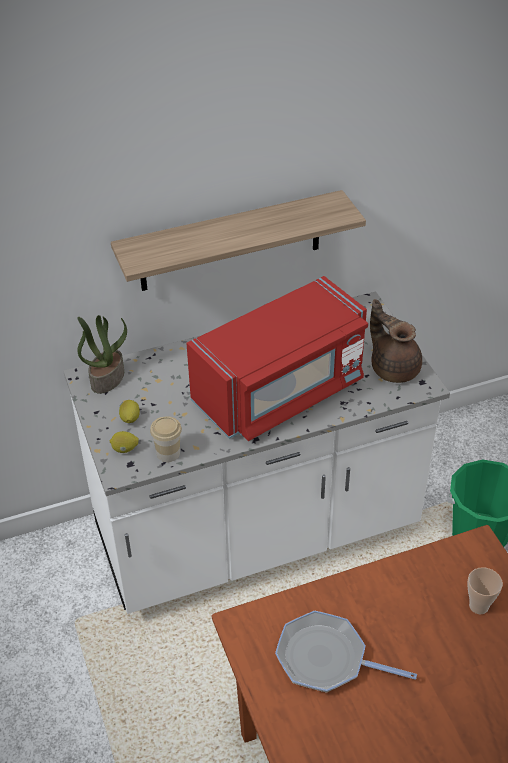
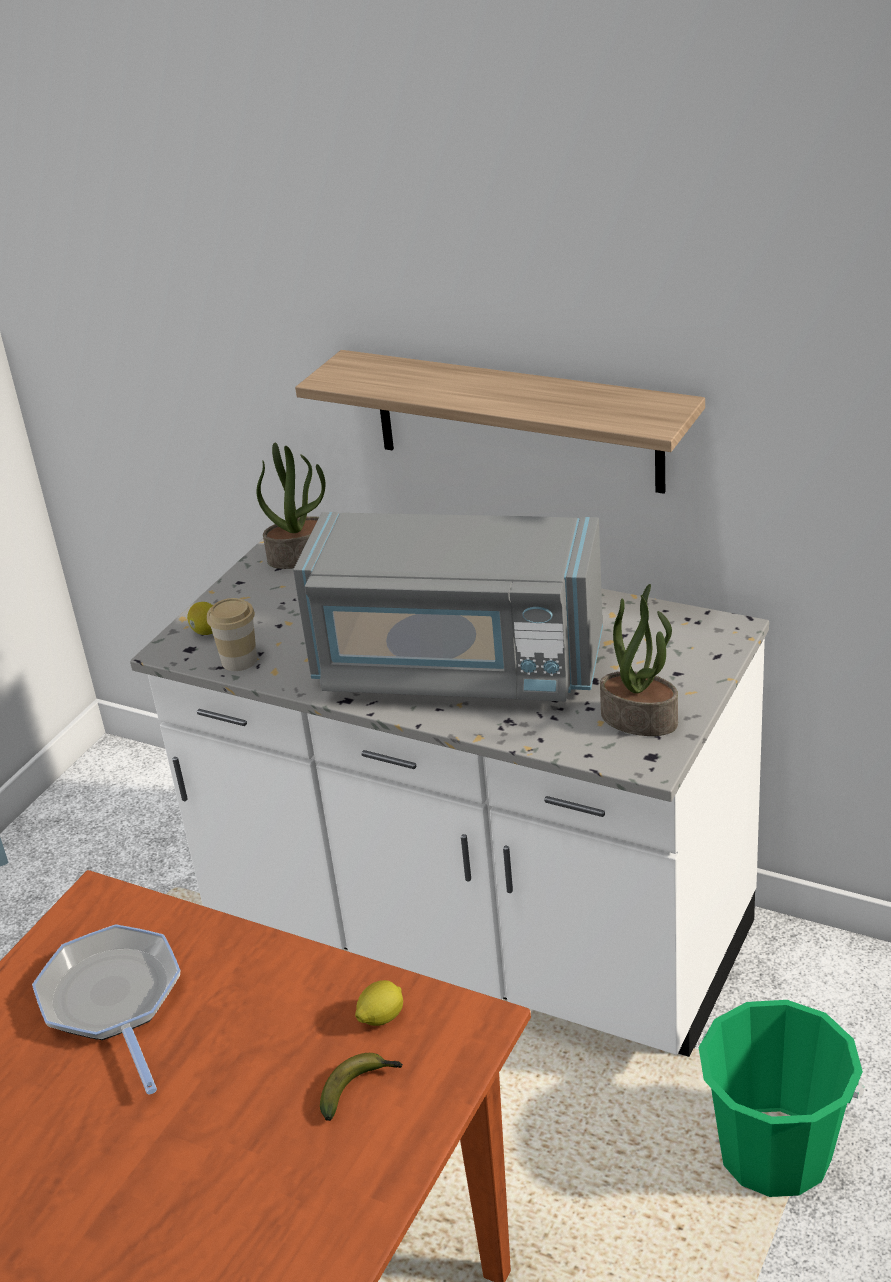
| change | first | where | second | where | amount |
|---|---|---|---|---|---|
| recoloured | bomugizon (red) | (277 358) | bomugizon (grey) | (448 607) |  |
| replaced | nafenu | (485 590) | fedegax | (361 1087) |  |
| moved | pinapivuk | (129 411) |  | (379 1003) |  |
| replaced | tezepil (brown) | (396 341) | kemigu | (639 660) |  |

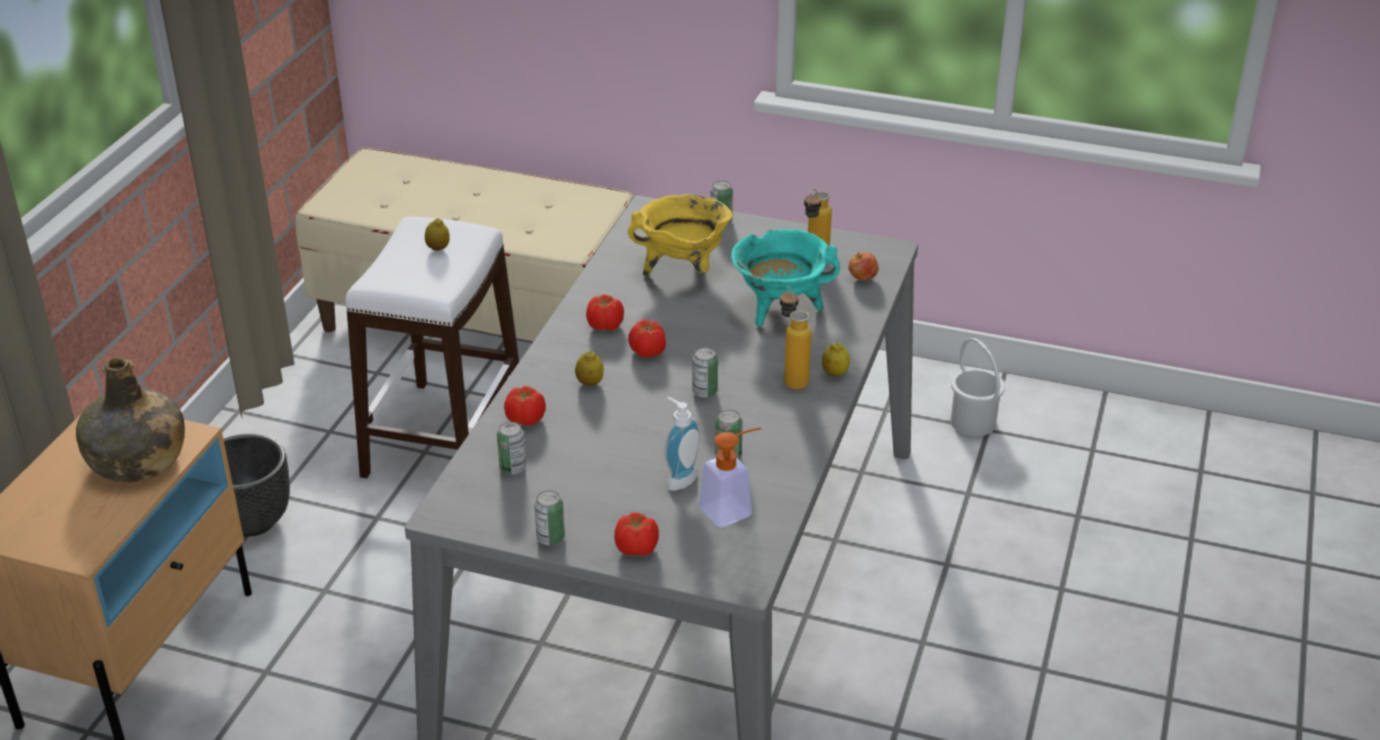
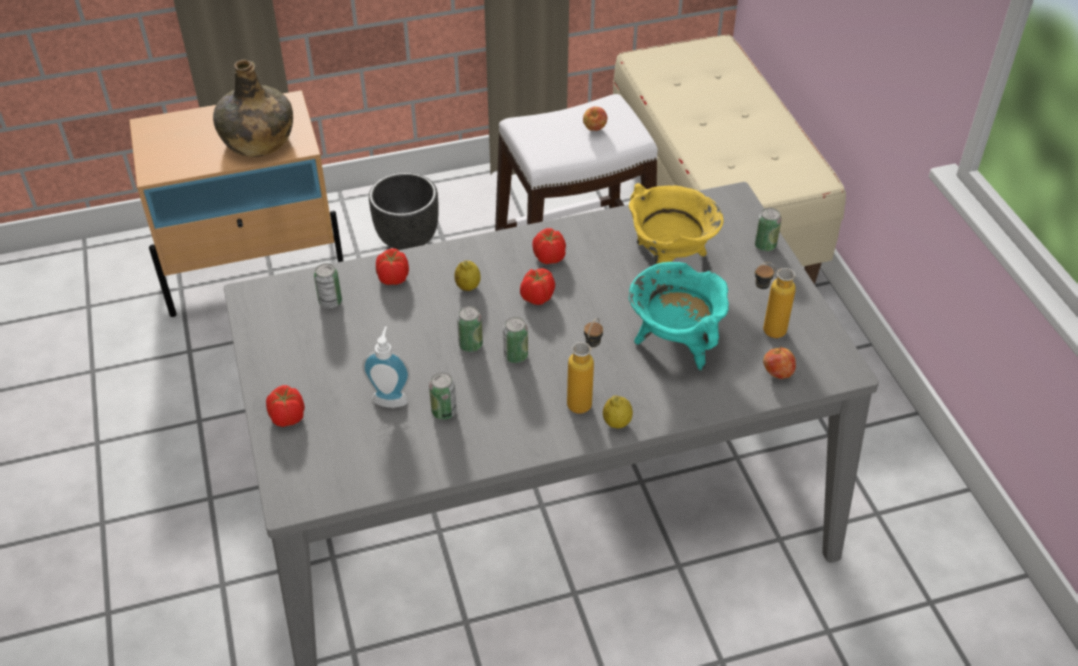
| change | first | where | second | where | amount |
|---|---|---|---|---|---|
| moved | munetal | (549 518) |  | (470 329) |  |
| replaced | pinapivuk | (437 234) | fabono | (595 119) |  |
| removed | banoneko | (730 477) |  |  |  |
| removed | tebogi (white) | (978 387) |  |  |  |

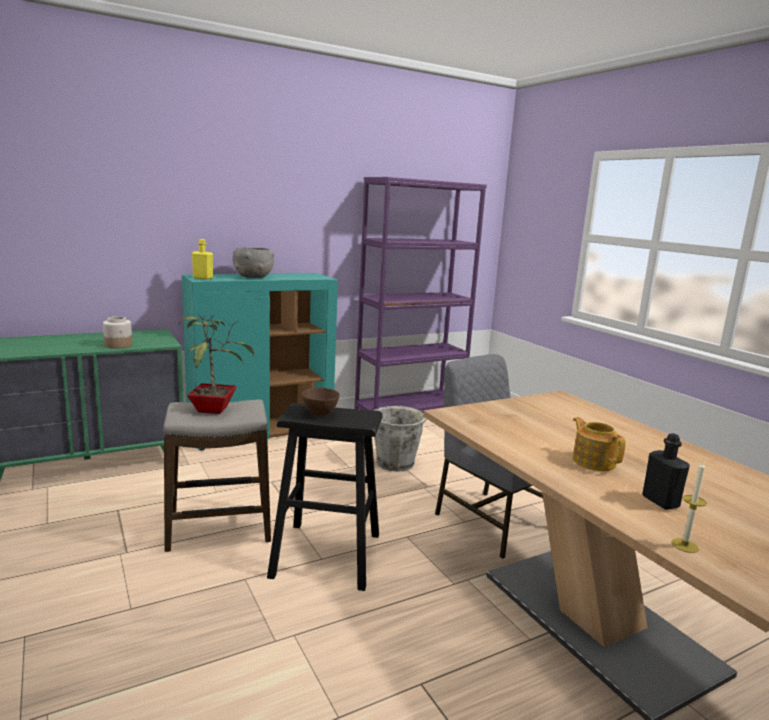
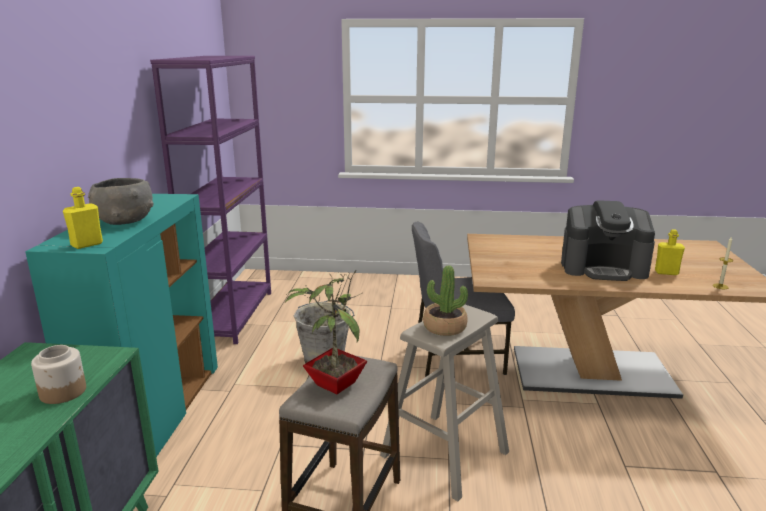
| change | first | where | second | where | amount |
|---|---|---|---|---|---|
| recoloured | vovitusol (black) | (324 497) | vovitusol (beige) | (444 402) |  |
| replaced | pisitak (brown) | (321 402) | kemigu | (445 300) |  |
| replaced | tezepil | (599 444) | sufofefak | (608 240) |  |
| recoloured | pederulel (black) | (666 471) | pederulel (yellow) | (670 252) |  |

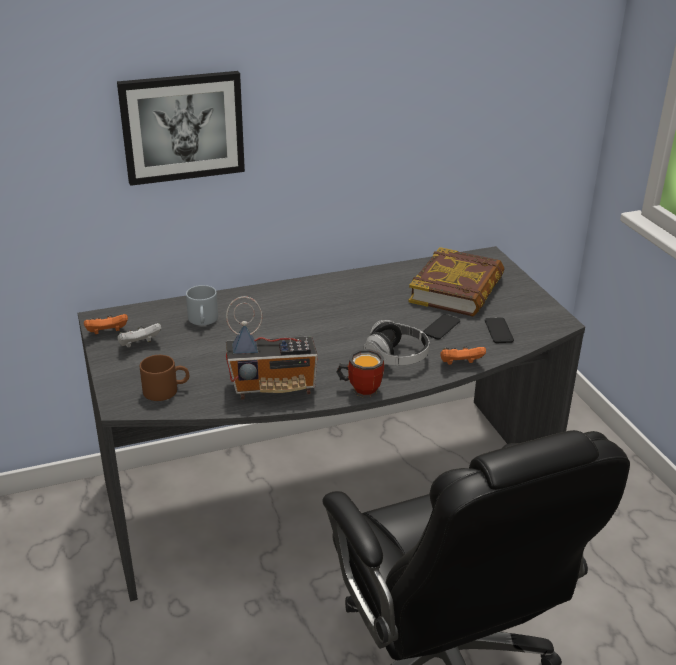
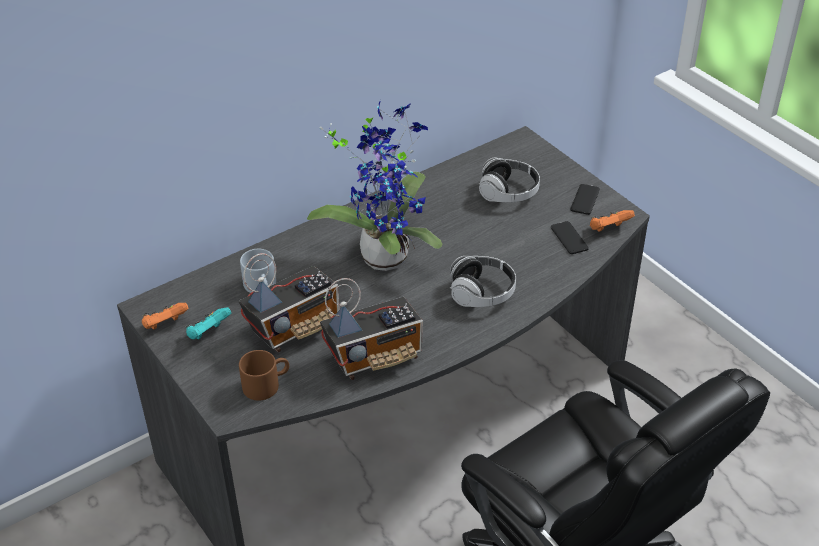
| change | first | where | second | where | amount |
|---|---|---|---|---|---|
| recoloured | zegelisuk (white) | (139 335) | zegelisuk (turquoise) | (208 323) |  |
| added |  |  | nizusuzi | (289 302) |  |
| added |  |  | kemigu | (374 185) |  |
| replaced | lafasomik | (456 282) | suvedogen | (509 179) |  |
| moved | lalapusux | (441 327) |  | (585 199) |  |
| moved | zegelisuk (orange) | (463 355) |  | (612 221) |  |
| removed | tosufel | (181 128) |  |  |  |
| removed | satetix | (360 373) |  |  |  |

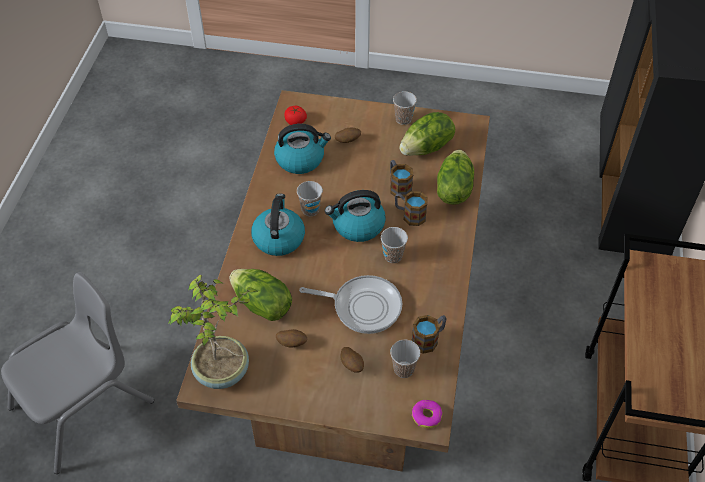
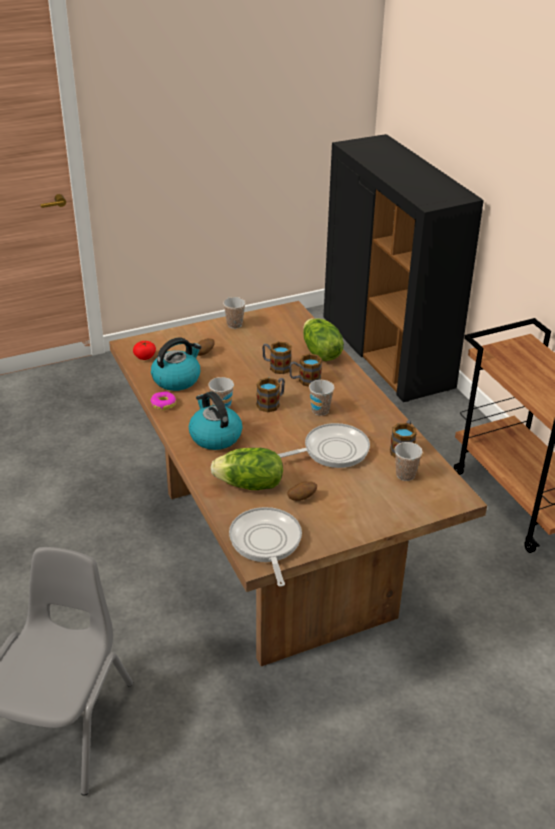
| change | first | where | second | where | amount |
|---|---|---|---|---|---|
| moved | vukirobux | (427 414) |  | (163 400) |  |
| replaced | kemigu | (213 332) | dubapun | (265 547) |  |
| replaced | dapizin | (355 216) | satetix | (270 394) |  |
| removed | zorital | (352 360) |  |  |  |
| removed | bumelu | (427 134) |  |  |  |

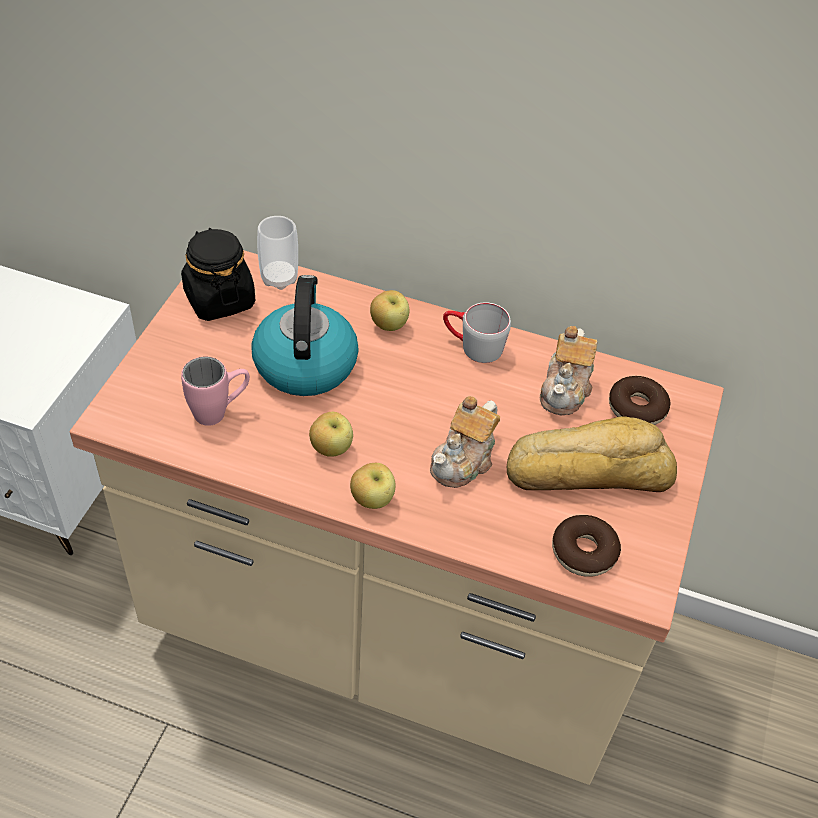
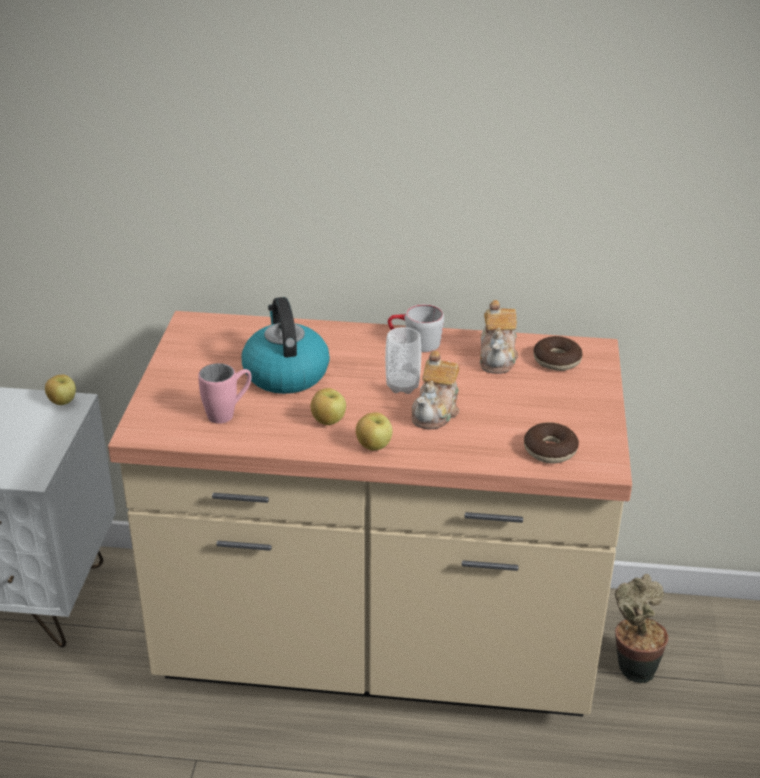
| change | first | where | second | where | amount |
|---|---|---|---|---|---|
| moved | fabono | (389 310) |  | (60 389) |  |
| moved | nafenu | (277 253) |  | (403 360) |  |
| added |  |  | kemigu | (641 629) |  |
| removed | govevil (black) | (218 274) |  |  |  |
| removed | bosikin | (592 454) |  |  |  |

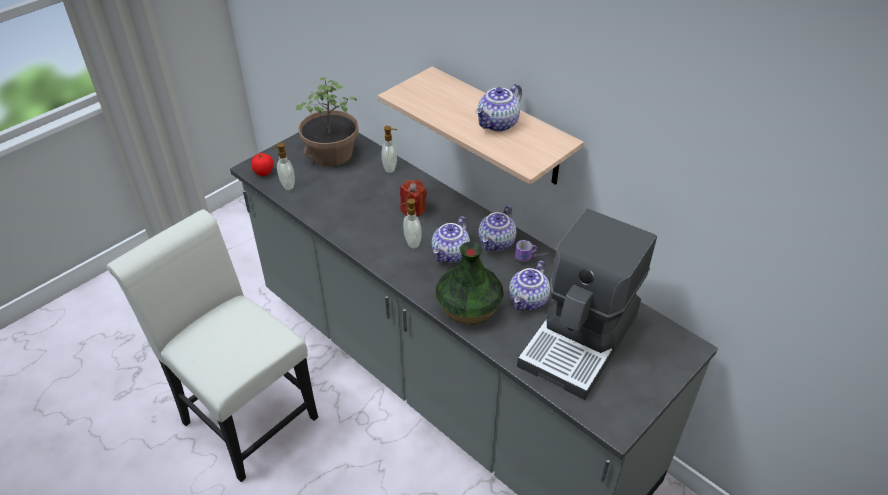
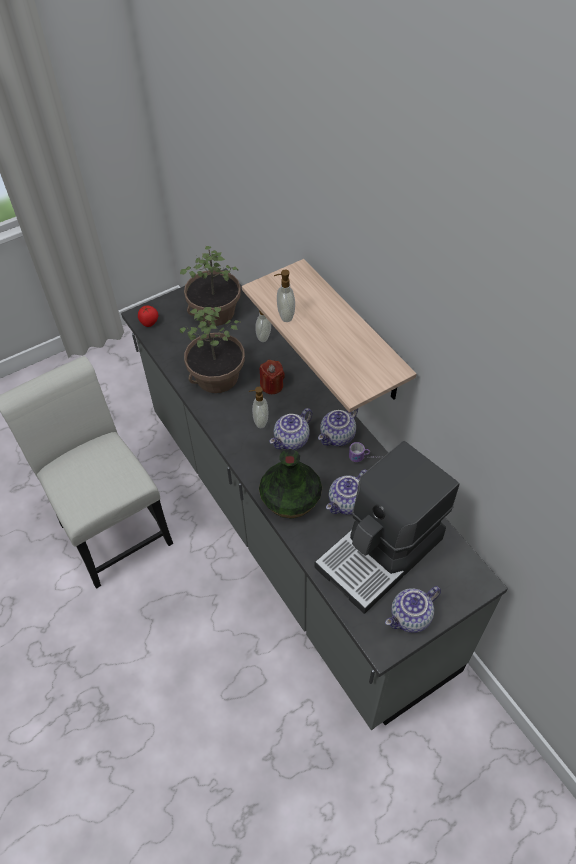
| change | first | where | second | where | amount |
|---|---|---|---|---|---|
| added |  |  | kemigu | (212 350) |  |
| moved | banoneko | (283 166) |  | (284 296) |  |
| moved | tezepil | (498 108) |  | (413 609) |  |

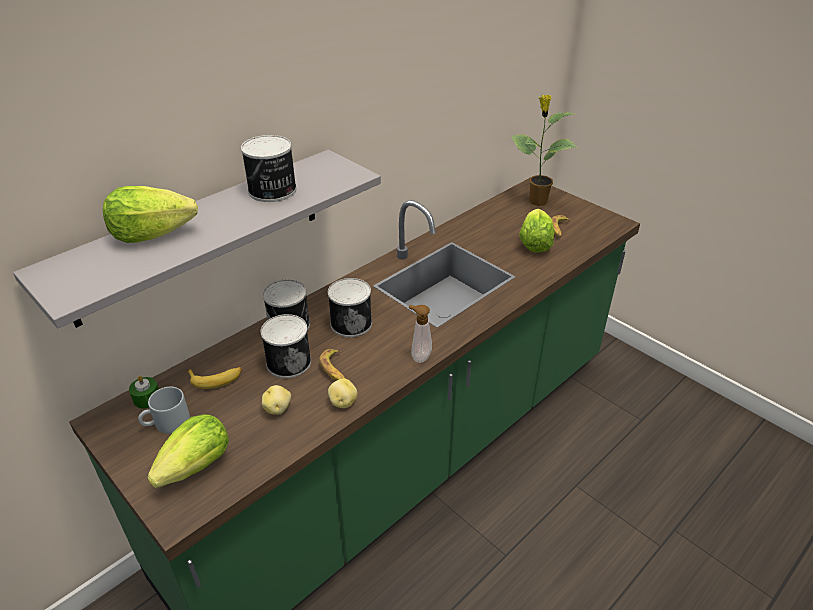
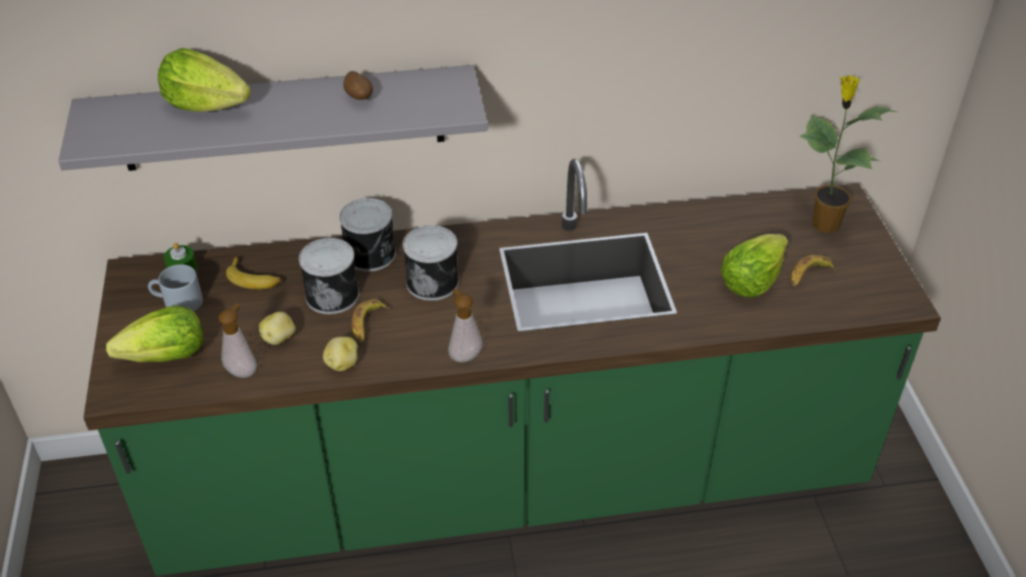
| change | first | where | second | where | amount |
|---|---|---|---|---|---|
| added |  |  | banoneko | (237 340) |  |
| replaced | munetal | (269 168) | zorital | (358 85) |  |

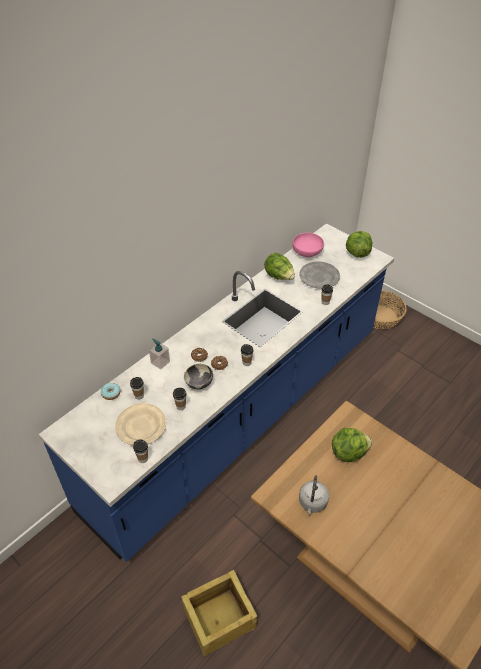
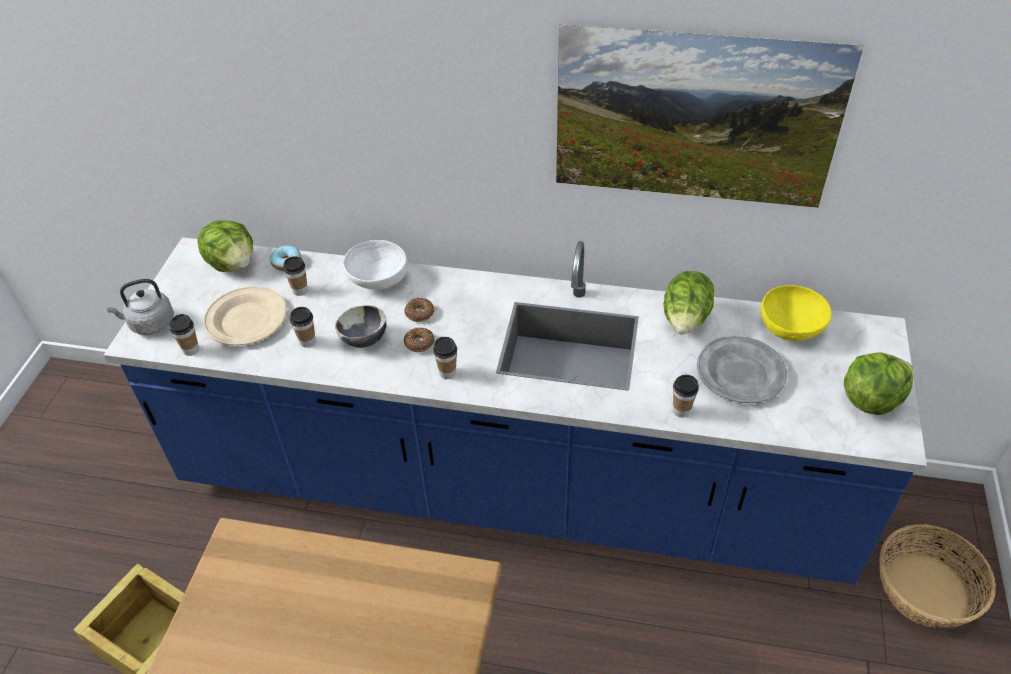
| change | first | where | second | where | amount |
|---|---|---|---|---|---|
| moved | dapizin (grey) | (314 494) |  | (140 307) |  |
| moved | bumelu | (352 445) |  | (225 246) |  |
| replaced | banoneko | (159 354) | pisitak (white) | (375 265) |  |
| added |  |  | tosufel | (710 116) |  |
| recoloured | pisitak (pink) | (308 245) | pisitak (yellow) | (796 313) |  |

